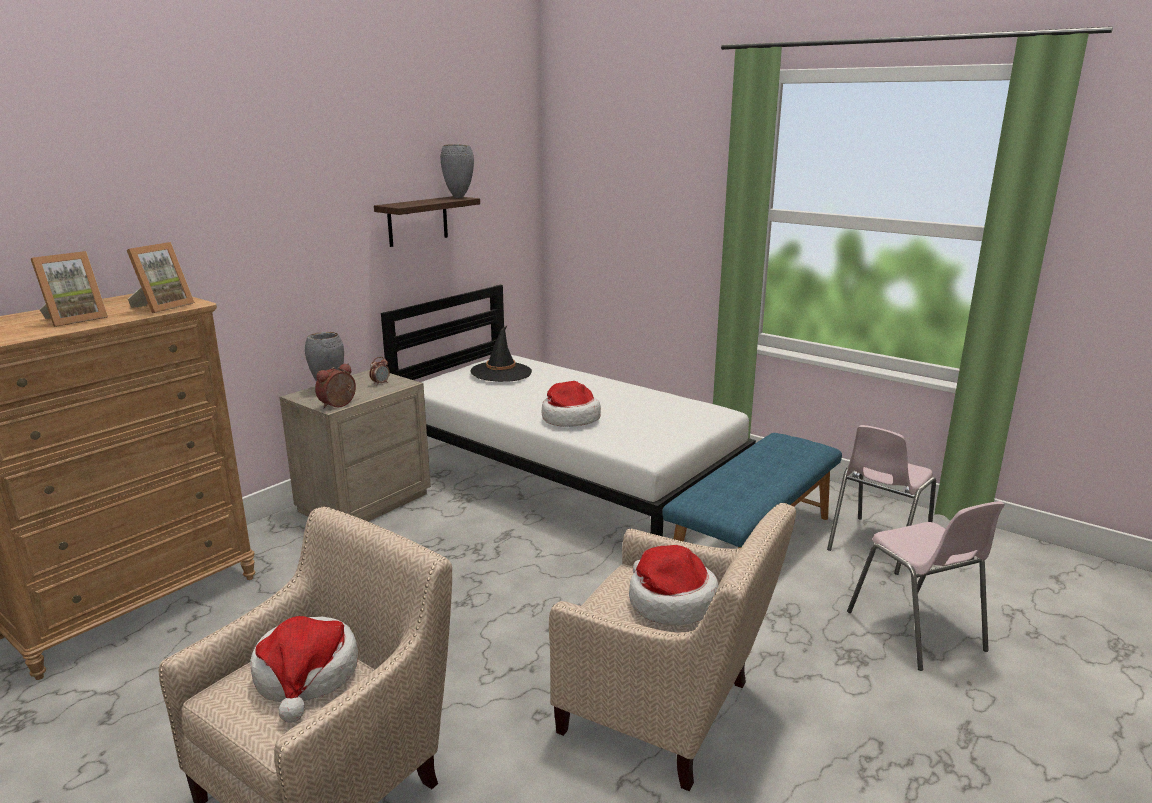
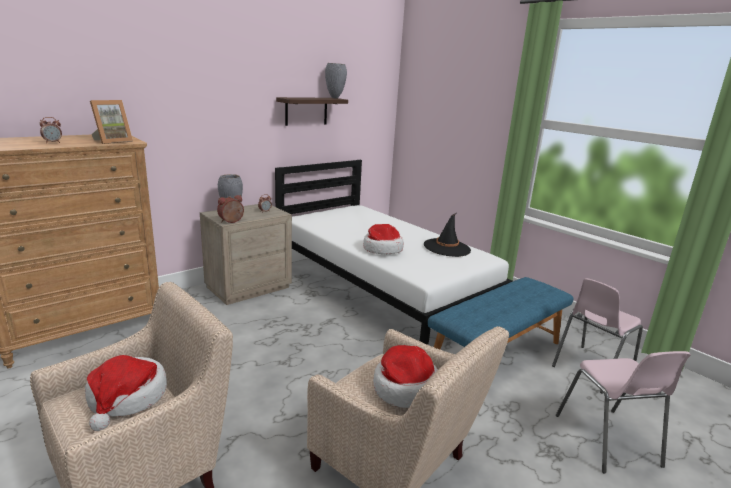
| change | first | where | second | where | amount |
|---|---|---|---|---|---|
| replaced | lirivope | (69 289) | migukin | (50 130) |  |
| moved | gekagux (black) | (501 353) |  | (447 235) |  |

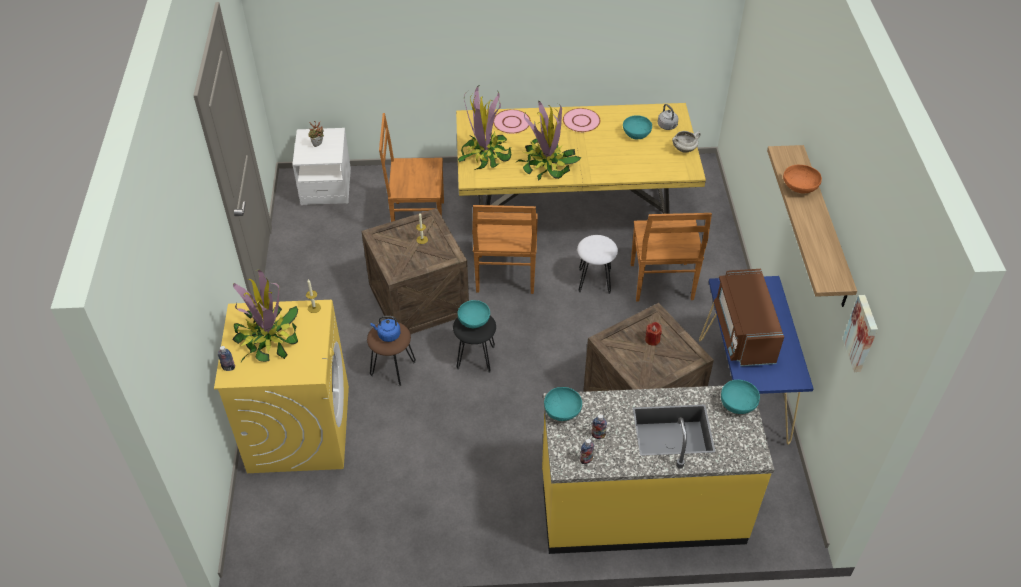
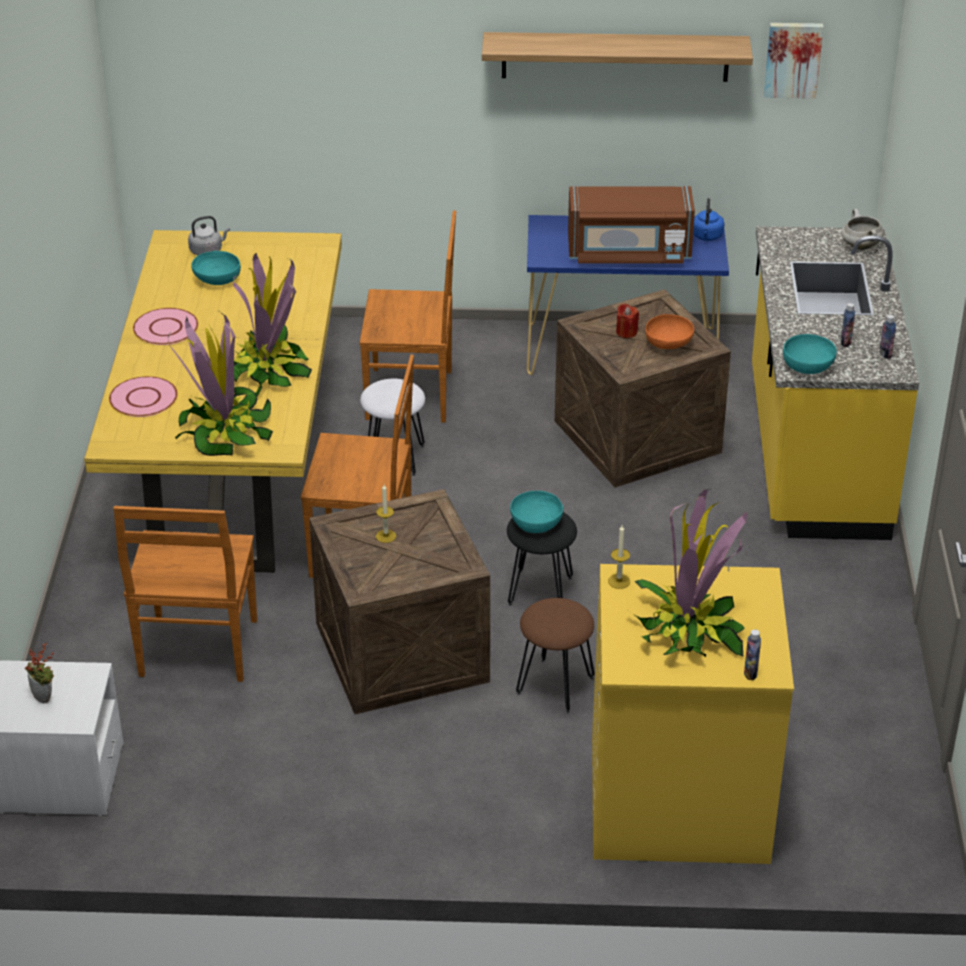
| change | first | where | second | where | amount |
|---|---|---|---|---|---|
| moved | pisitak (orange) | (802 179) |  | (669 331) |  |
| moved | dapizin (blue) | (385 329) |  | (708 219) |  |
| moved | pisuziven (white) | (686 142) |  | (862 229) |  |
| removed | pisitak (turquoise) | (740 397) |  |  |  |

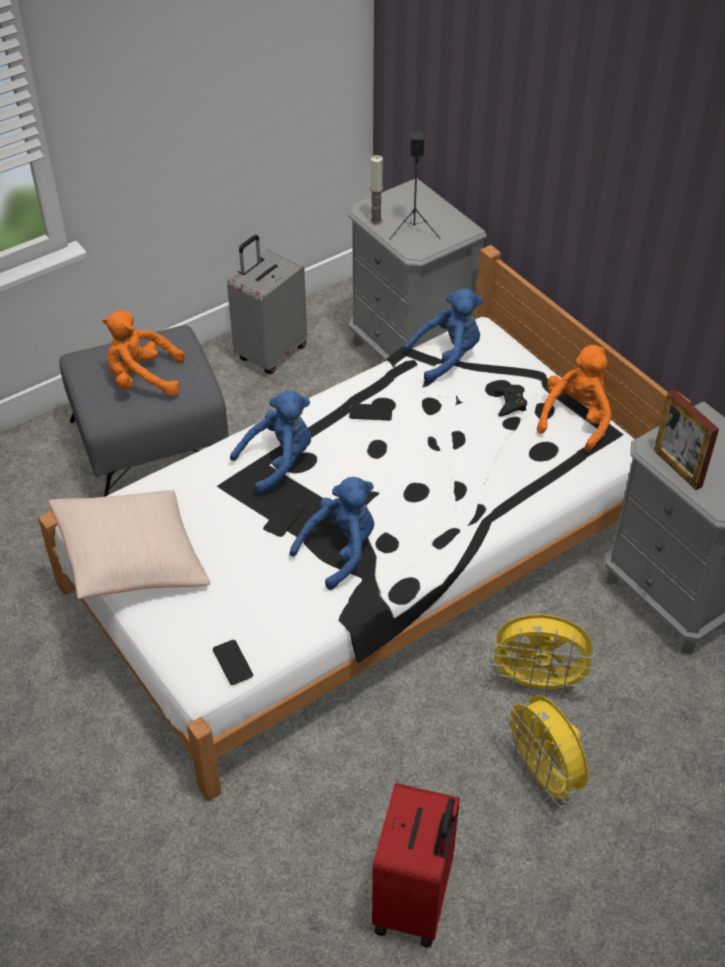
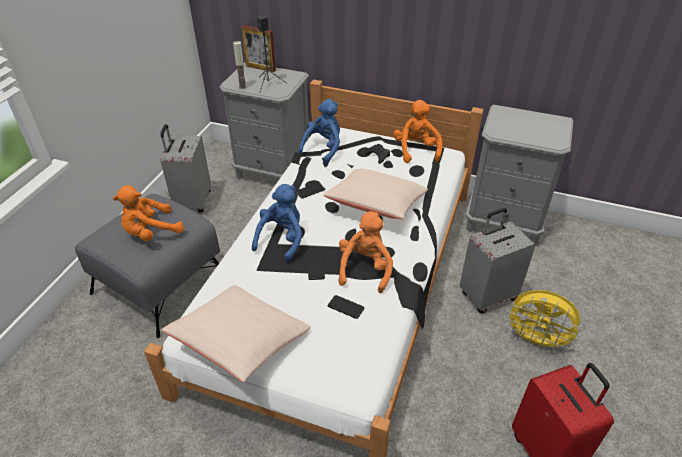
| change | first | where | second | where | amount |
|---|---|---|---|---|---|
| moved | lirivope | (686 439) |  | (258 48) |  |
| added |  |  | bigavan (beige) | (375 194) |  |
| moved | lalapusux | (233 662) |  | (346 307) |  |
| recoloured | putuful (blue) | (332 533) | putuful (orange) | (366 252) |  |
| replaced | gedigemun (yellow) | (543 655) | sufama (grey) | (497 260) |  |

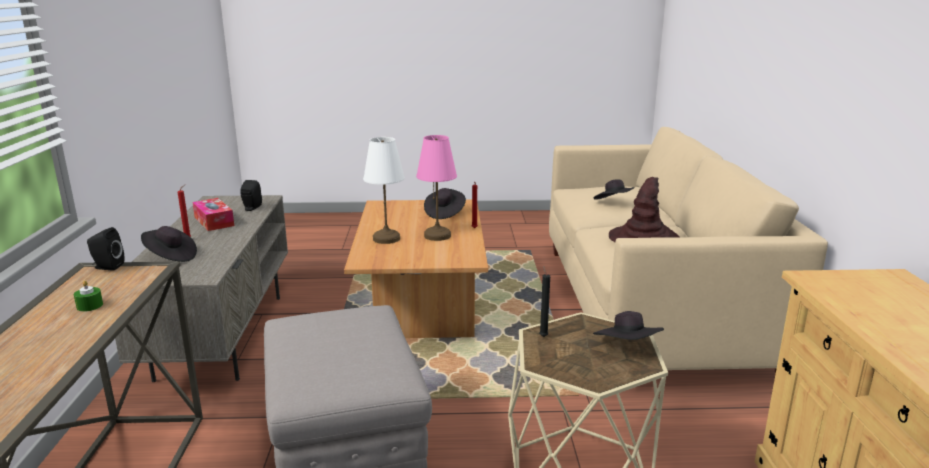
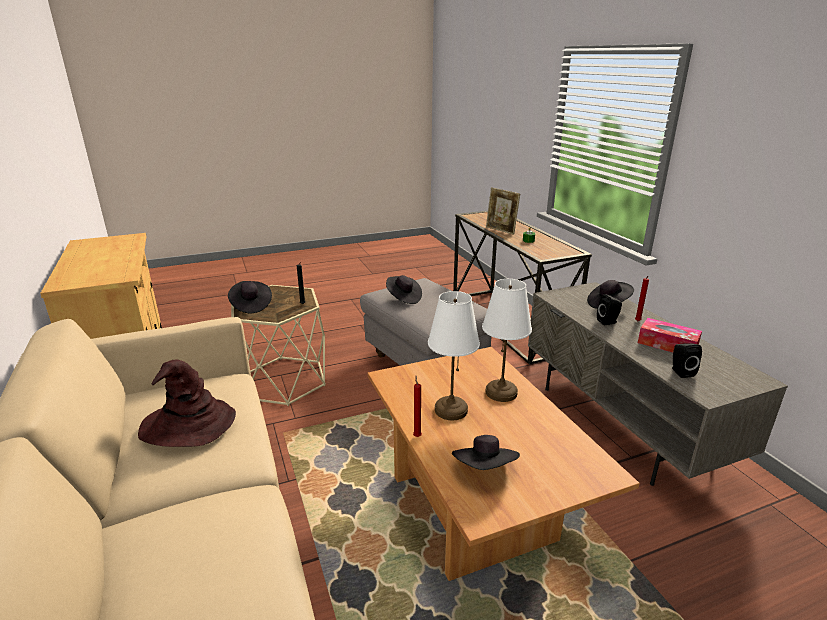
| change | first | where | second | where | amount |
|---|---|---|---|---|---|
| moved | gekagux (black) | (614 190) |  | (404 289) |  |
| recoloured | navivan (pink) | (436 188) | navivan (white) | (454 356) |  |
| added |  |  | lirivope | (503 211) |  |
| moved | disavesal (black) | (105 249) |  | (609 309) |  |

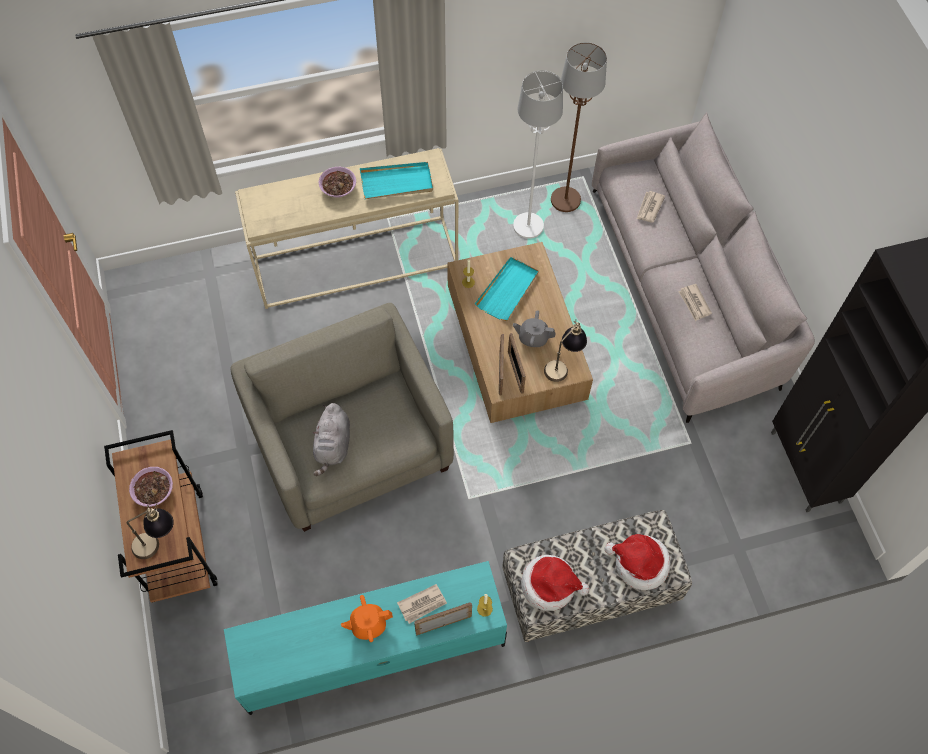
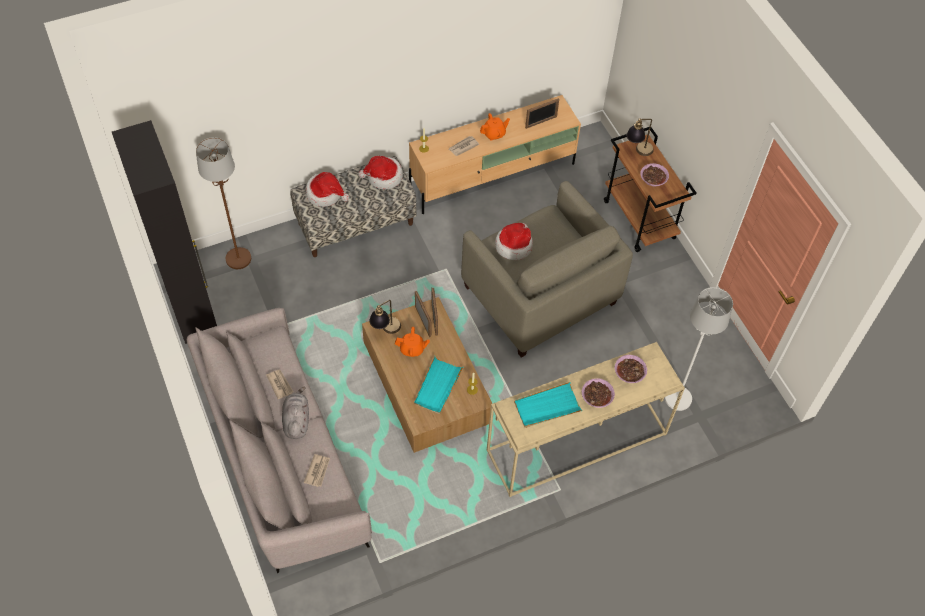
| change | first | where | second | where | amount |
|---|---|---|---|---|---|
| moved | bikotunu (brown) | (579 127) |  | (223 203) |  |
| moved | putuful (grey) | (331 439) |  | (295 413) |  |
| recoloured | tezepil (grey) | (534 328) | tezepil (orange) | (412 342) |  |
| recoloured | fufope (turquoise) | (365 638) | fufope (beige) | (495 154) |  |
| added |  |  | gekagux | (514 241) |  |
| moved | lirivope | (443 619) |  | (542 113) |  |
| added |  |  | pisitak | (631 369) |  |
| moved | bikotunu (white) | (538 154) |  | (699 349) |  |

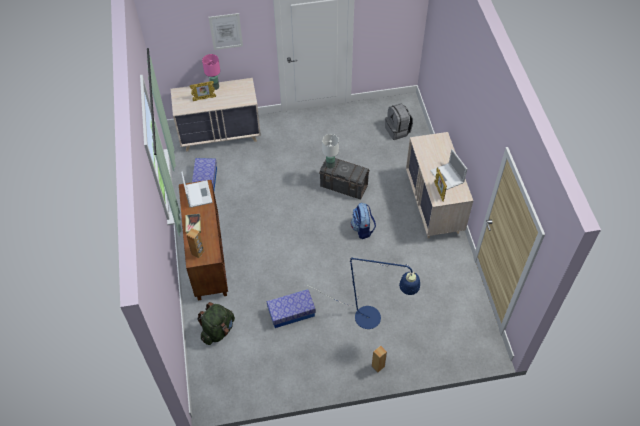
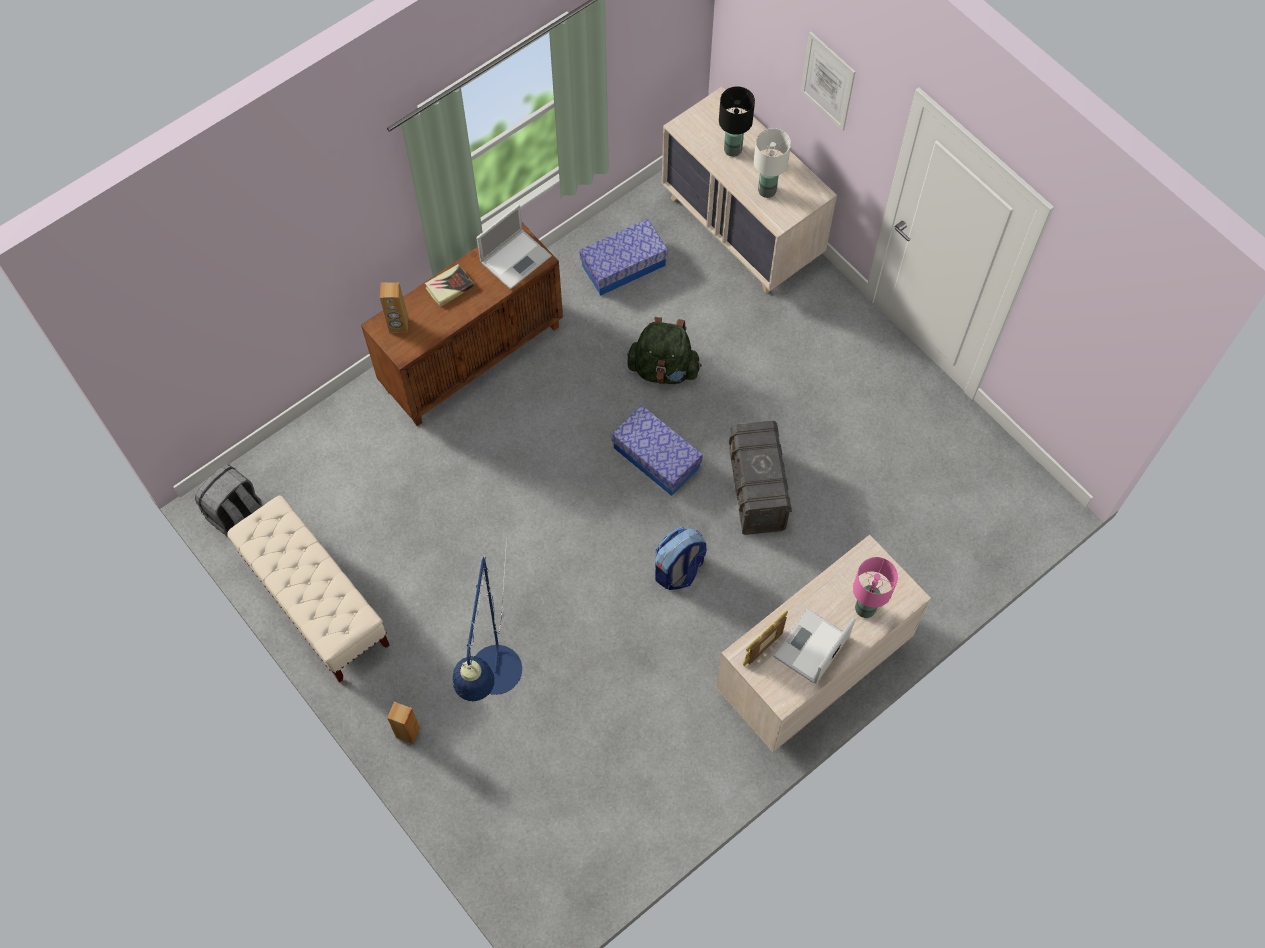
| change | first | where | second | where | amount |
|---|---|---|---|---|---|
| moved | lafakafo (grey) | (399 121) |  | (228 501) |  |
| added |  |  | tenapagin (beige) | (308 589) |  |
| moved | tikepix | (291 308) |  | (657 450) |  |
| moved | lafakafo (green) | (216 323) |  | (664 350) |  |
| replaced | lirivope | (203 91) | navivan (black) | (737 121) |  |
| moved | navivan (white) | (330 151) |  | (772 163) |  |
| moved | navivan (pink) | (211 72) |  | (875 587) |  |

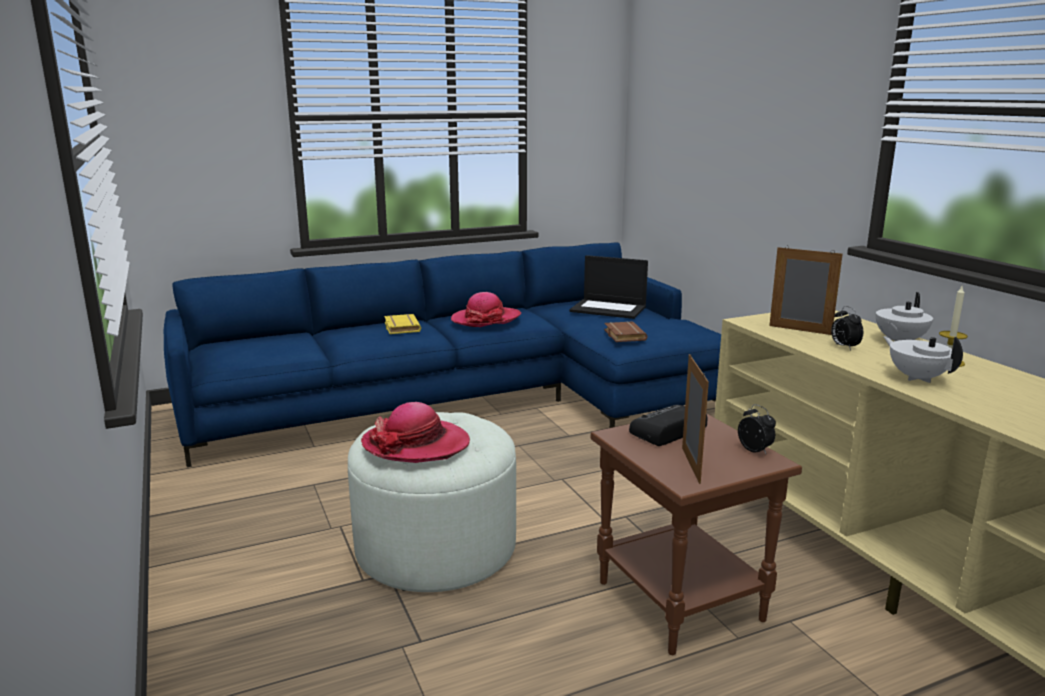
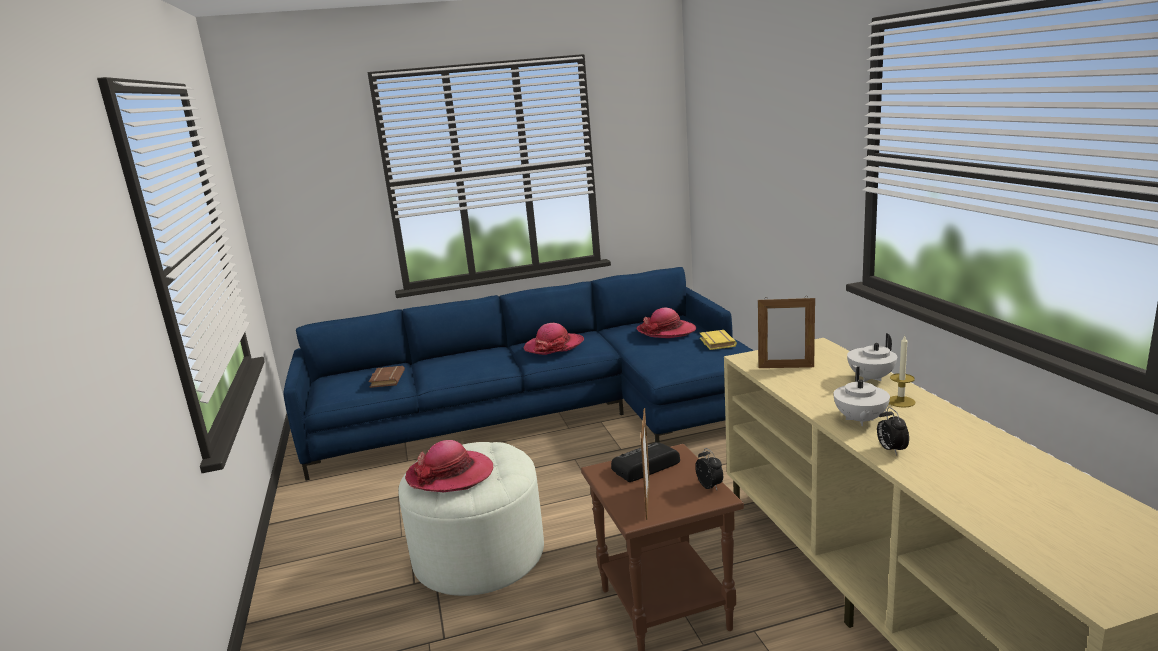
| change | first | where | second | where | amount |
|---|---|---|---|---|---|
| moved | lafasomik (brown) | (626 332) |  | (387 377) |  |
| replaced | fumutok | (608 287) | gekagux | (666 322) |  |
| moved | lafasomik (yellow) | (402 324) |  | (718 340) |  |
| turned | lirivope | (806 290) |  | (786 332) | 150 degrees clockwise |
| turned | tezepil (white) | (923 359) |  | (862 396) | 150 degrees counterclockwise |
| moved | migukin | (847 328) |  | (893 431) |  |

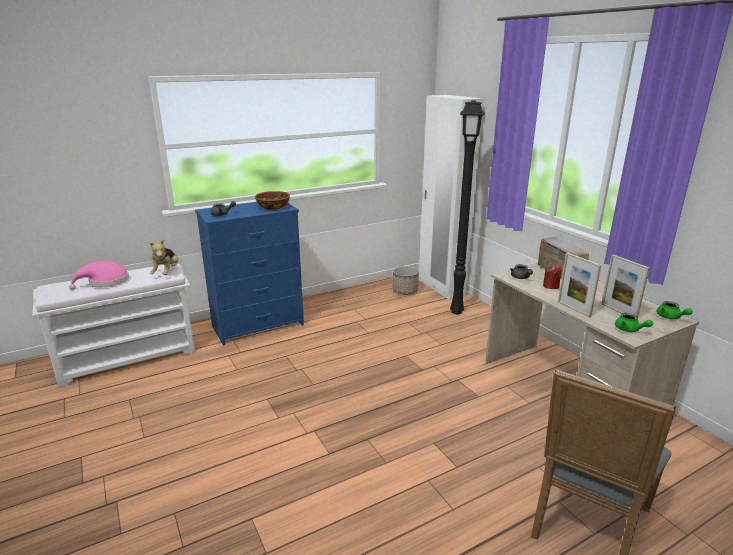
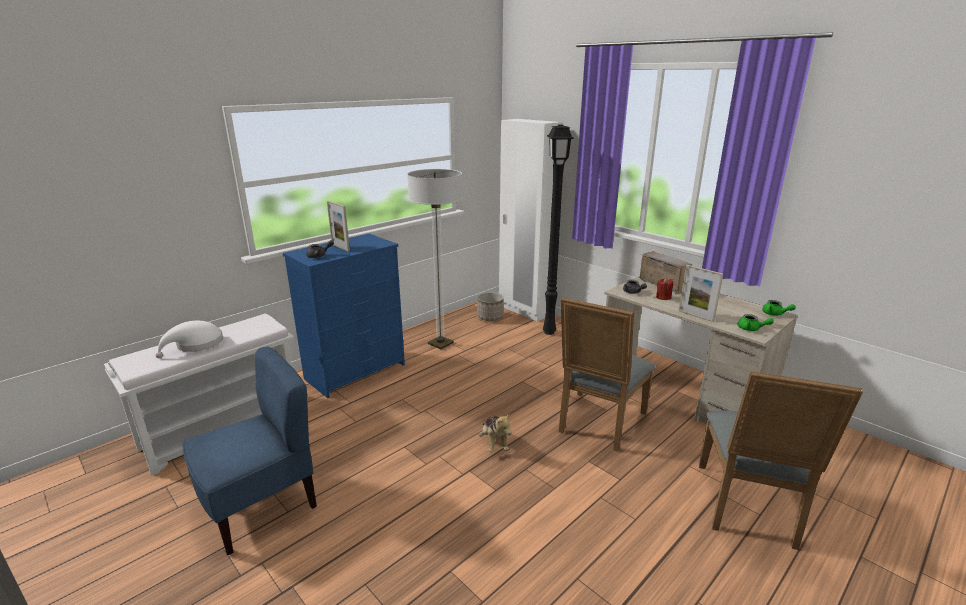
| change | first | where | second | where | amount |
|---|---|---|---|---|---|
| recoloured | gekagux (pink) | (99 275) | gekagux (white) | (189 339) |  |
| added |  |  | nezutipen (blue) | (250 451) |  |
| moved | lirivope | (626 287) |  | (338 226) |  |
| added |  |  | bikotunu | (435 259) |  |
| moved | putuful | (164 257) |  | (495 432) |  |
| added |  |  | nezutipen (grey) | (607 374) |  |
| removed | pisitak | (272 200) |  |  |  |

